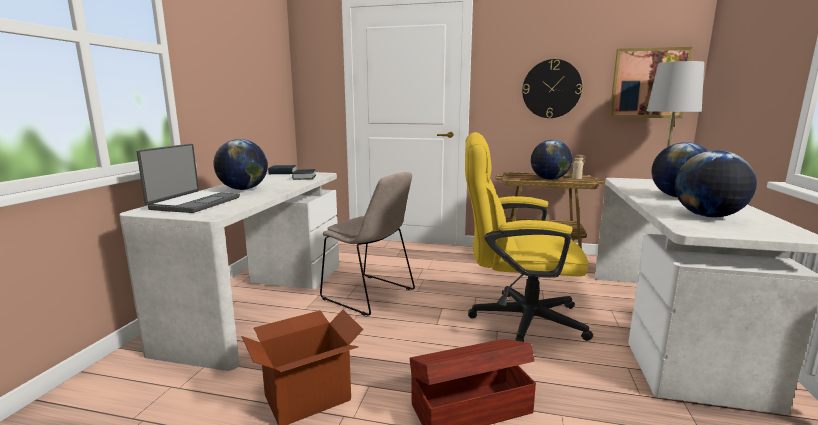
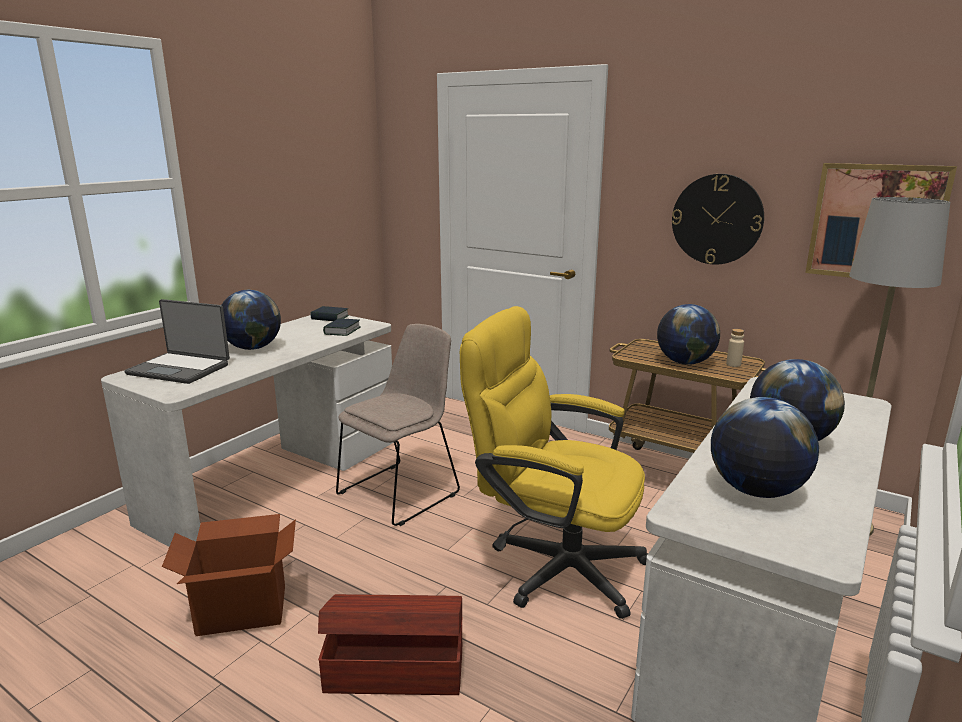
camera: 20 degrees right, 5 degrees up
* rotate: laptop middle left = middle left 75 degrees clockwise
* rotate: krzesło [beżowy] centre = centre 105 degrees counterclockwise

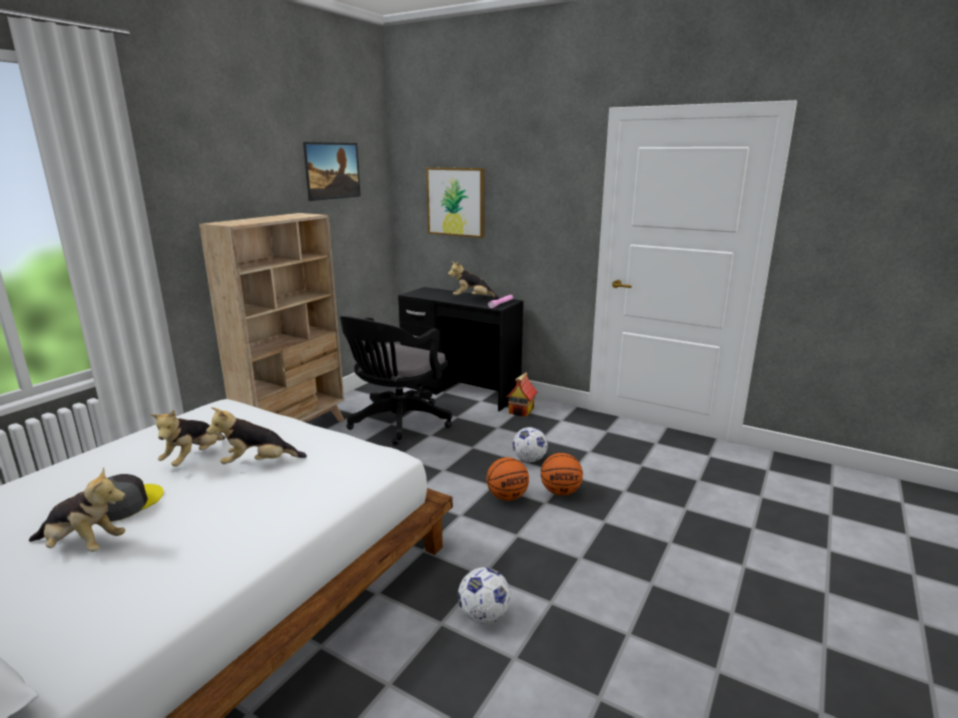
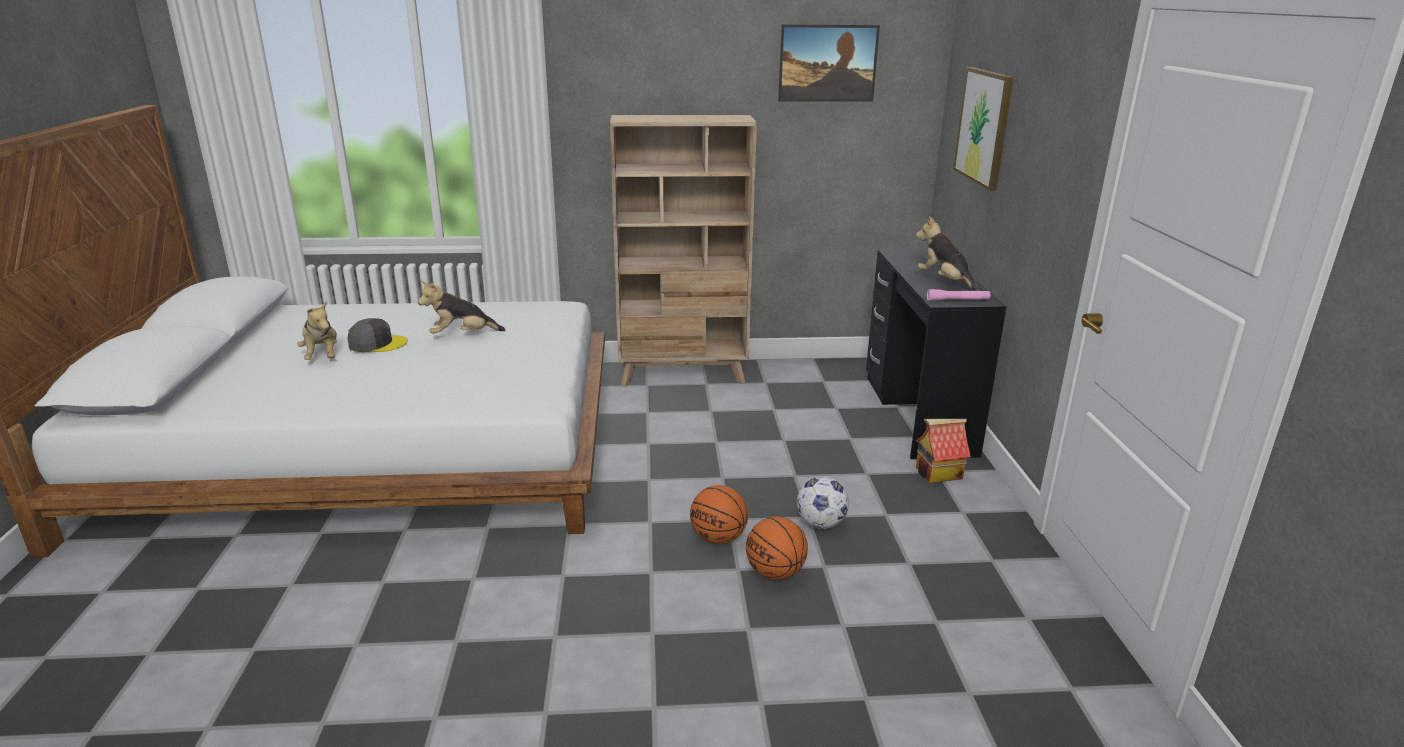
camera: 55 degrees right, 5 degrees up
* delete: pluszak (3rd from left) middle left
* delete: krzesło biurowe [czarny] centre
* delete: piłka futbolowa (1st from left) bottom centre

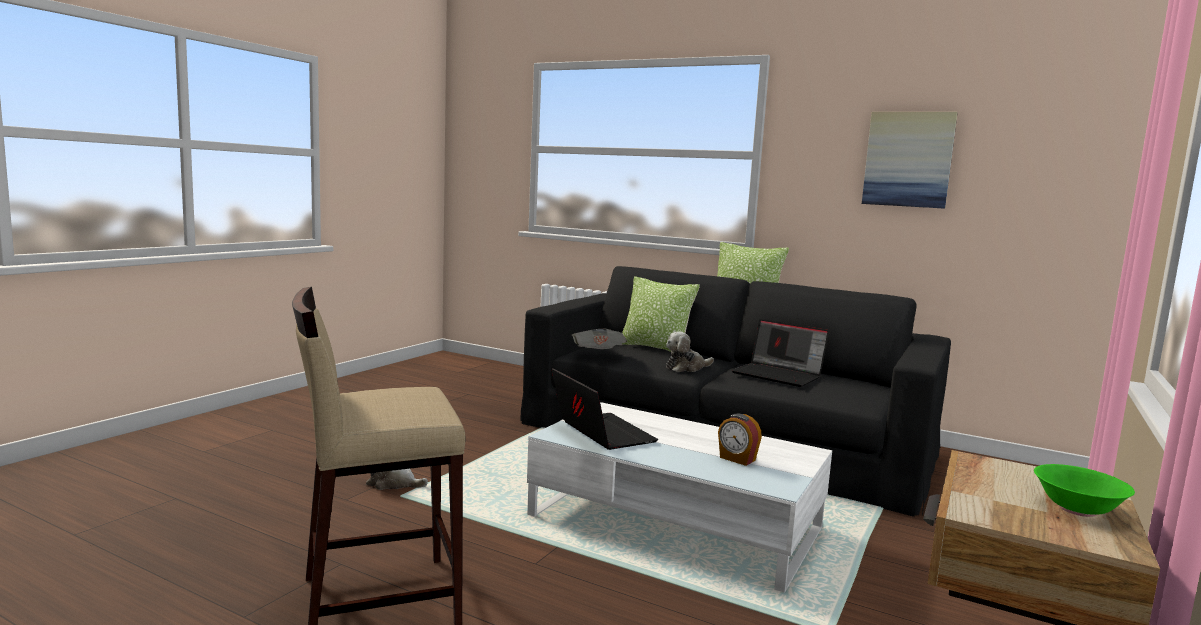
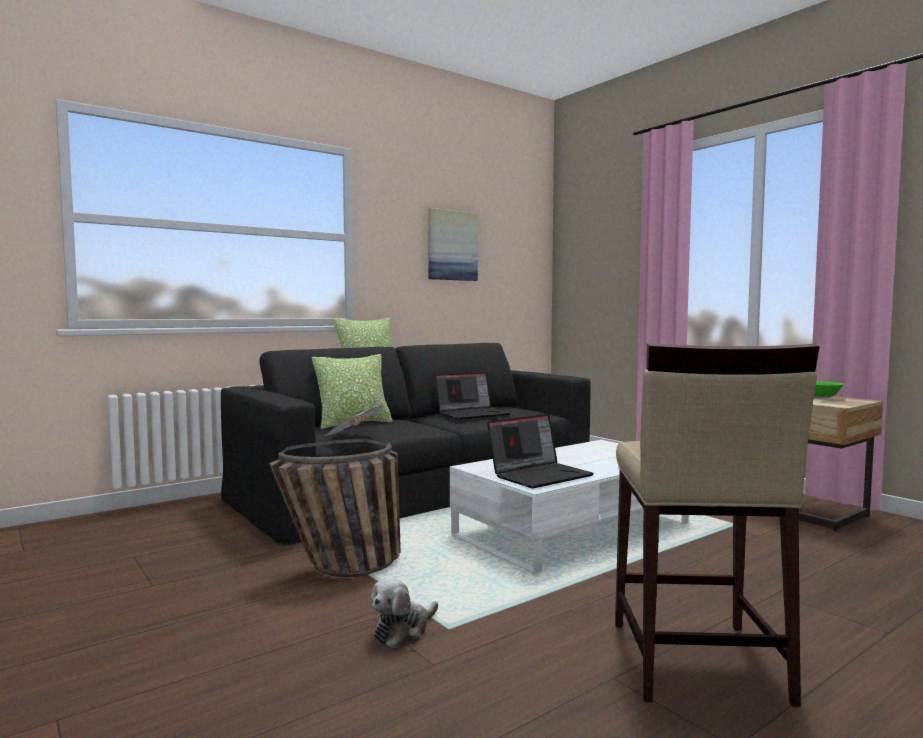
camera: 65 degrees left, 5 degrees down
* delete: pluszak (2nd from left) centre
* delete: budzik bottom centre
* insert: koszyk bottom centre
* rotate: laptop (1st from left in the first image) centre = centre 150 degrees clockwise

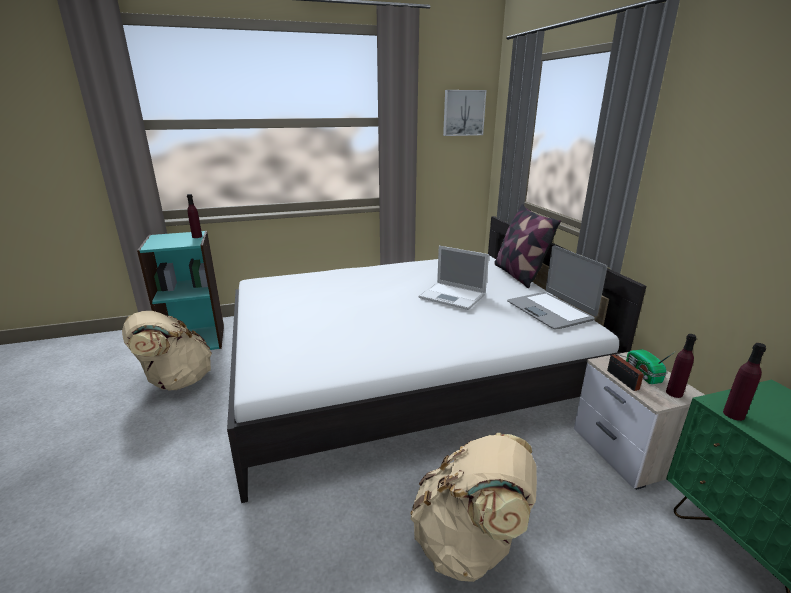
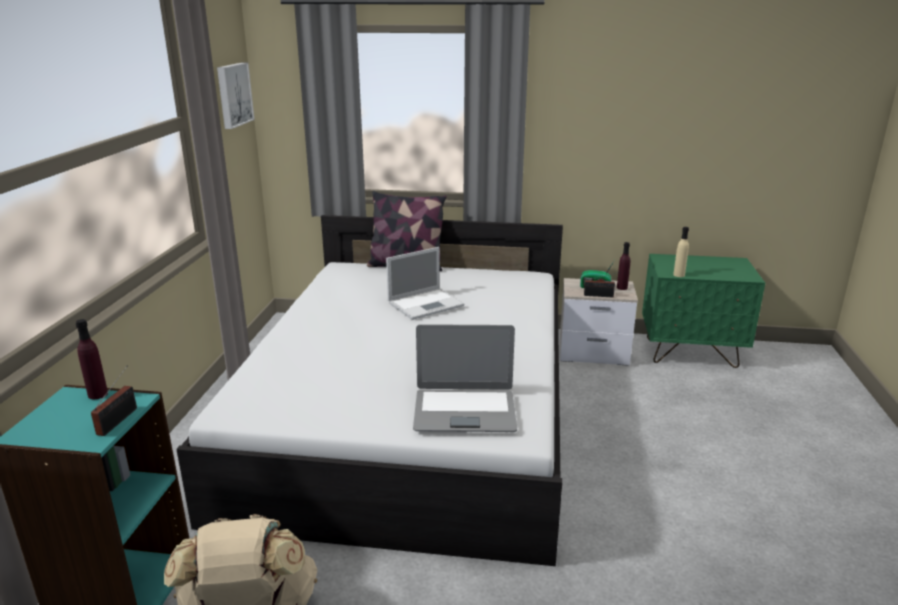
camera: 65 degrees left, 0 degrees up
* delete: plecak [beżowy] (2nd from left) bottom centre
* insert: radio (1st from left) middle left
* move: laptop (2nd from left) middle right to centre
* recolor: butelka [fioletowy] (3rd from left) middle right to butelka [beżowy] middle right

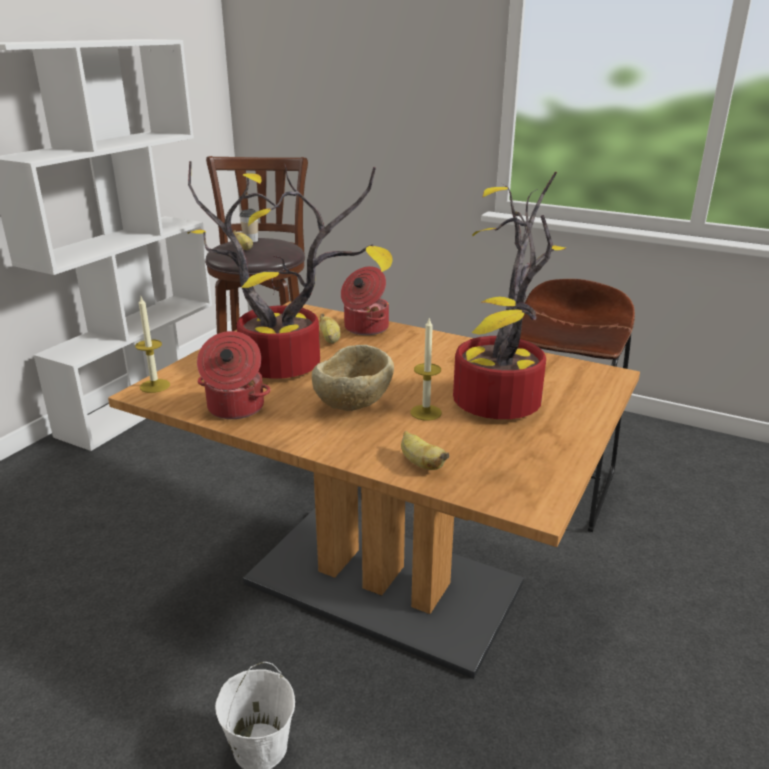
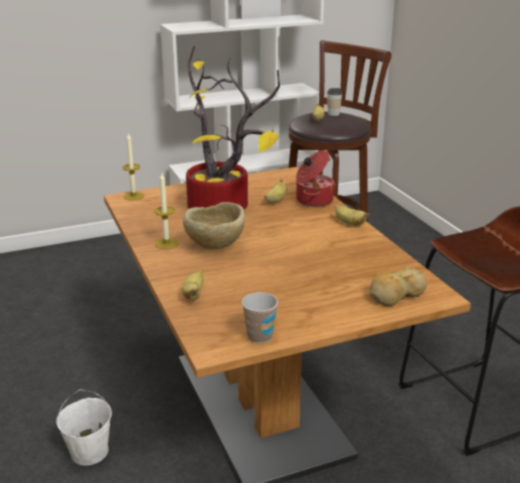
camera: 40 degrees right, 0 degrees up
* delete: garnek (1st from left) middle left
* delete: roślina doniczkowa (2nd from left) centre
* insert: filiżanka (1st from left) centre
* insert: banan (4th from left) middle right
* insert: chleb middle right
* move: świeca (2nd from left) centre to middle left

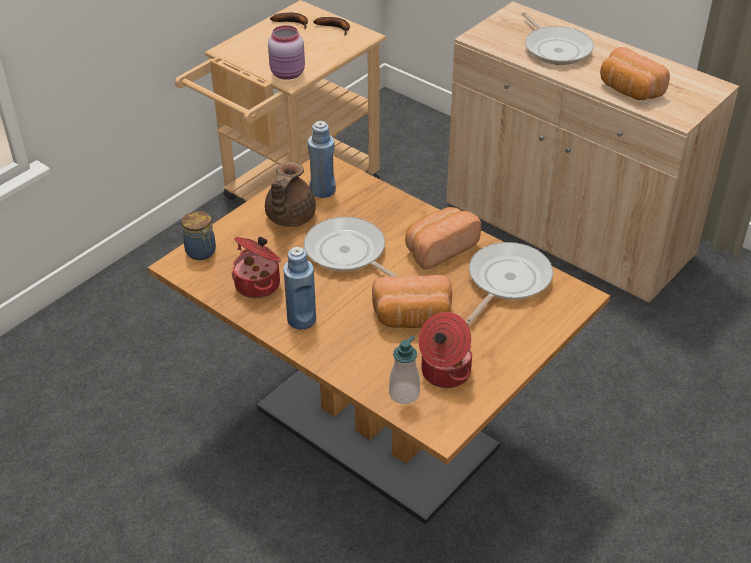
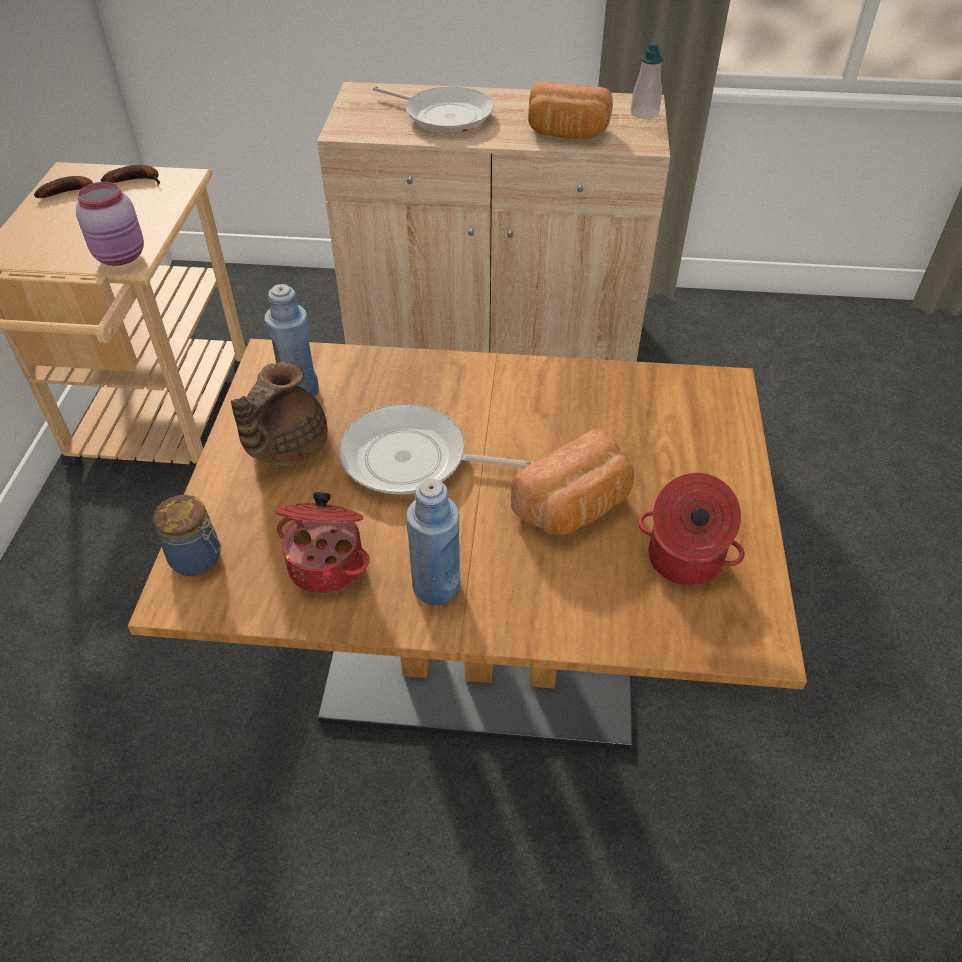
camera: 35 degrees left, 5 degrees up
* delete: chleb (2nd from left) centre
* delete: patelnia (2nd from left) middle right
* move: dozownik mydła centre to top right
* rotate: imbryk [brązowy] centre = middle left 45 degrees clockwise

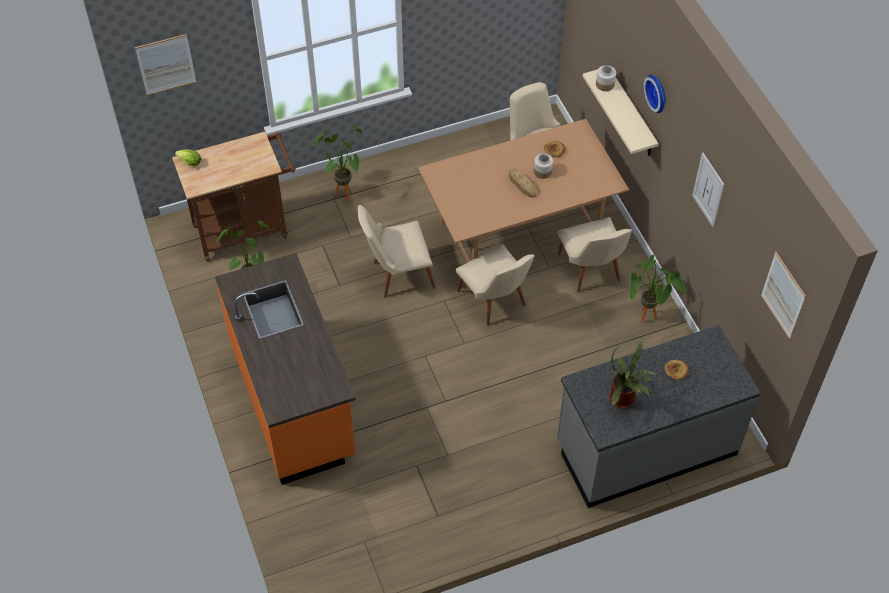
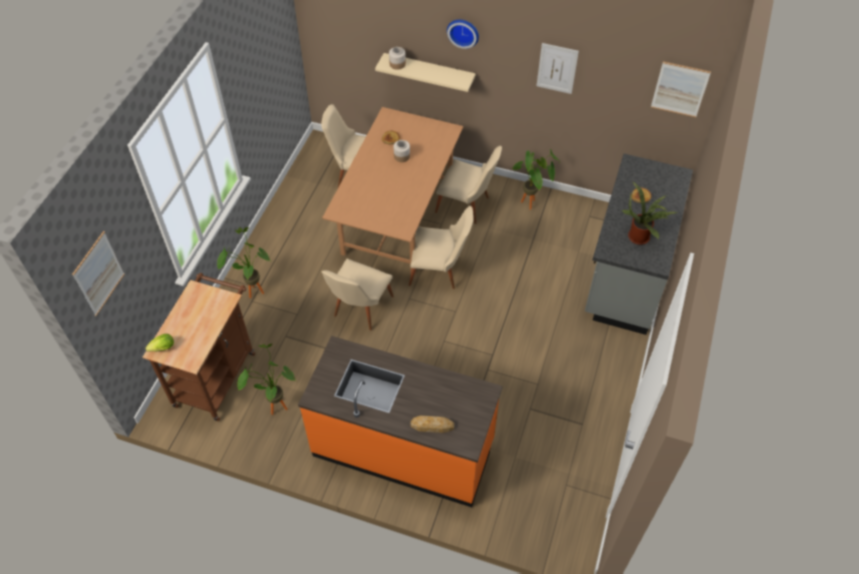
camera: 50 degrees left, 0 degrees up
* move: chleb (1st from left in the first image) top centre to chleb (2nd from left) bottom centre

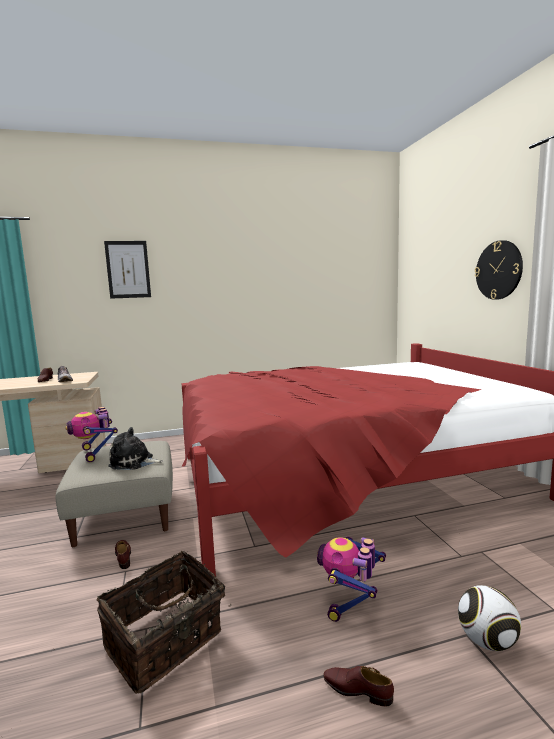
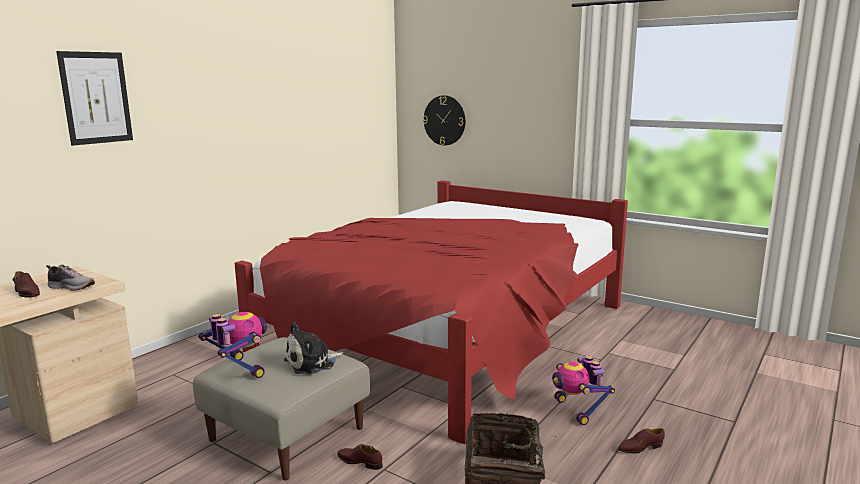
camera: 40 degrees left, 5 degrees up
* delete: piłka futbolowa bottom right
* move: zegar ścienny middle right to top centre
* rotate: robot zabawkowy (1st from left) middle left = bottom left 150 degrees counterclockwise

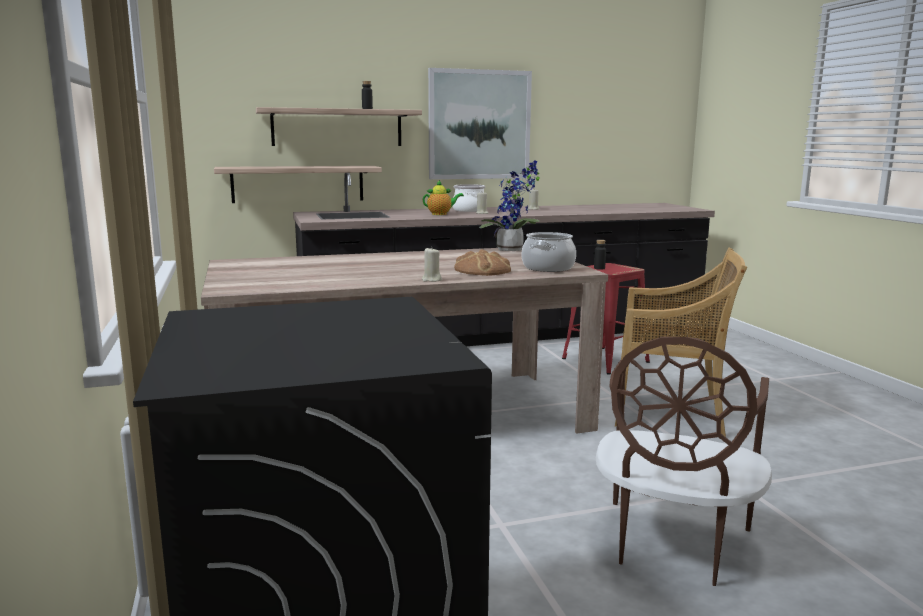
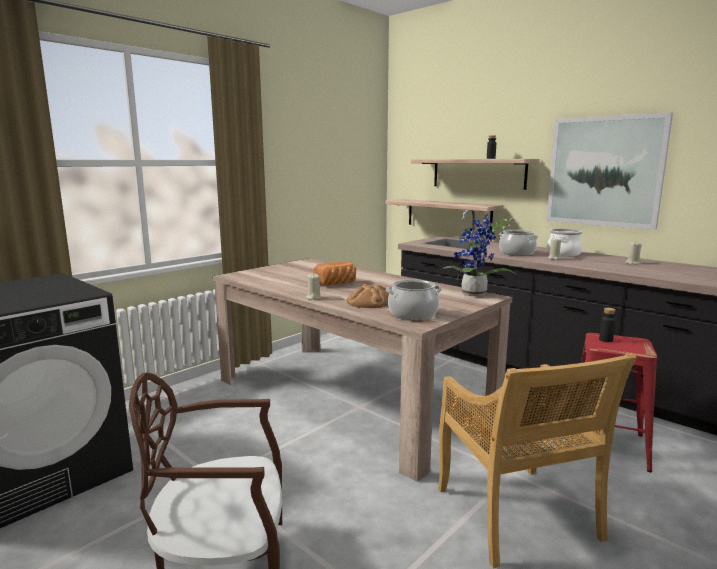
camera: 60 degrees right, 0 degrees up
* insert: chleb (1st from left) centre
* replace: imbryk top centre to garnek (2nd from left) middle right

